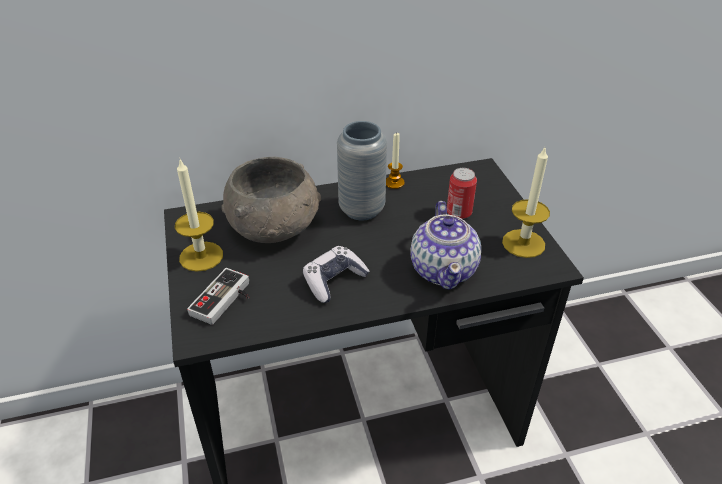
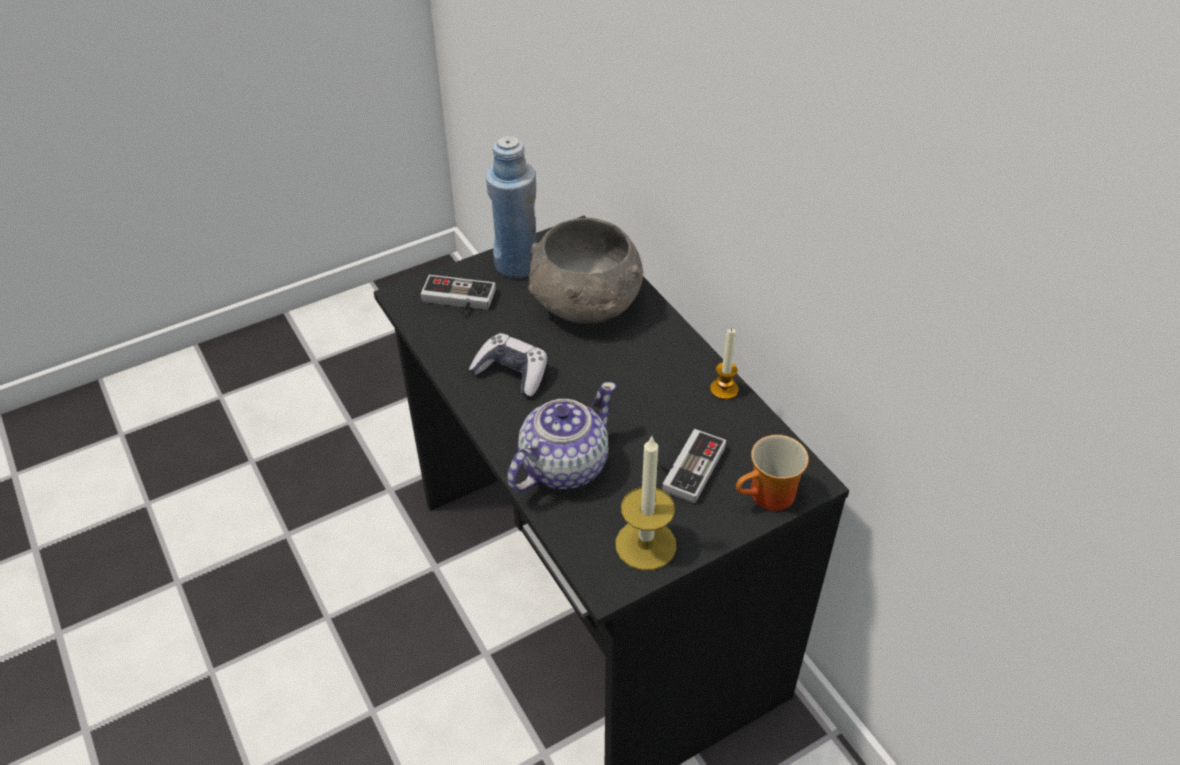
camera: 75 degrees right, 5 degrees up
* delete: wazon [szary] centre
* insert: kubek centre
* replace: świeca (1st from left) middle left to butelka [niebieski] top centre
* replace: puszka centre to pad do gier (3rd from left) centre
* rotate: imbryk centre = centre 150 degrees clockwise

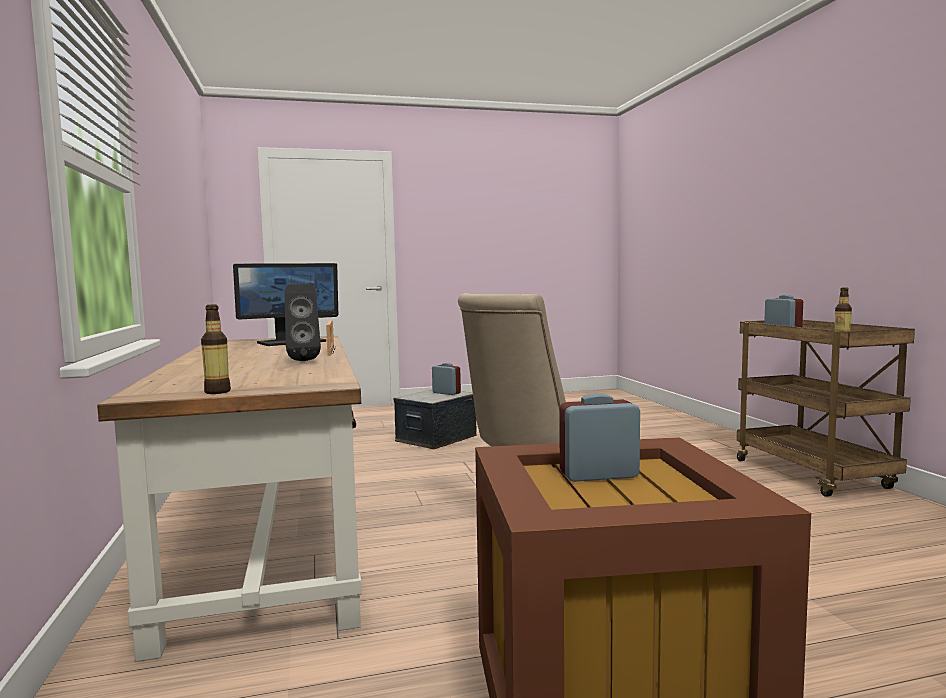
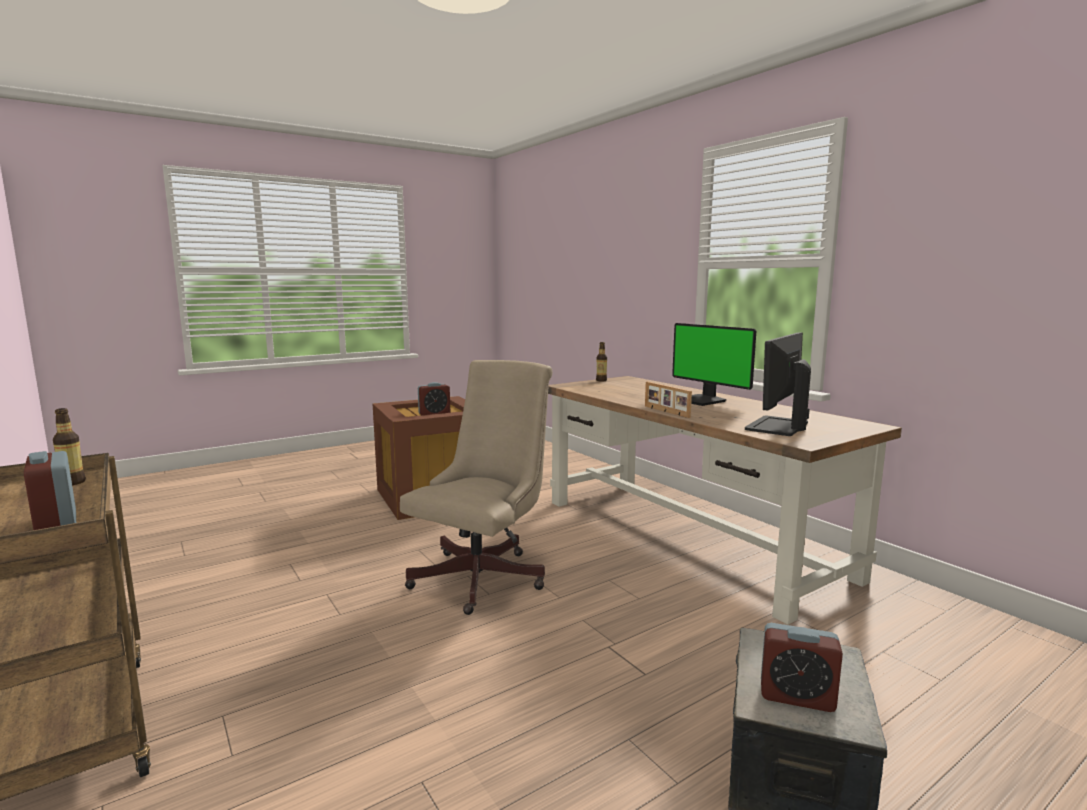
camera: 160 degrees right, 5 degrees up
* delete: głośnik [czarny] middle left
* insert: monitor (1st from left) centre

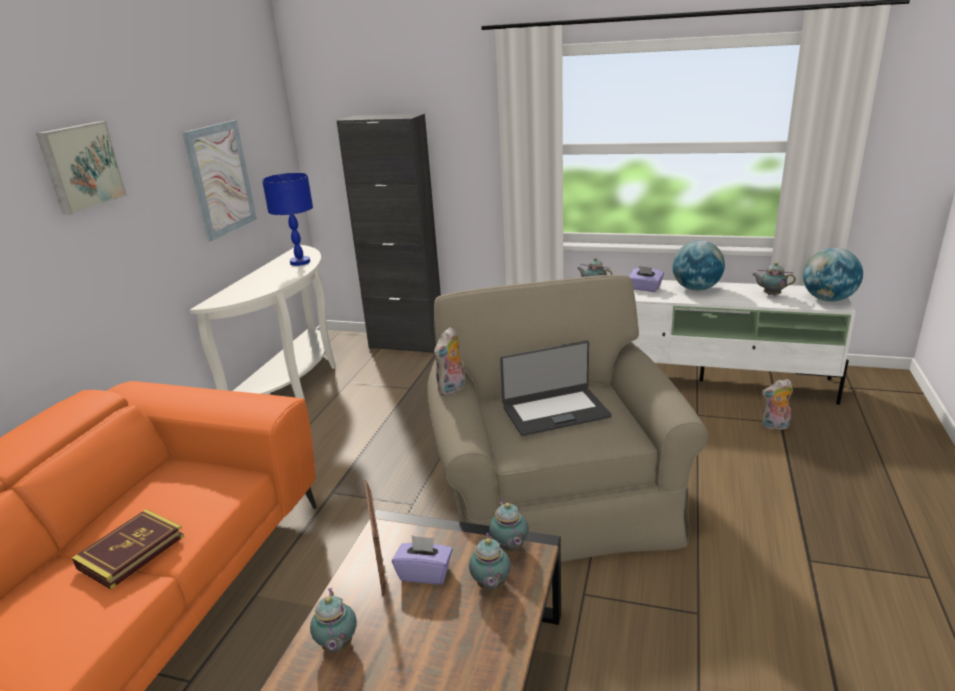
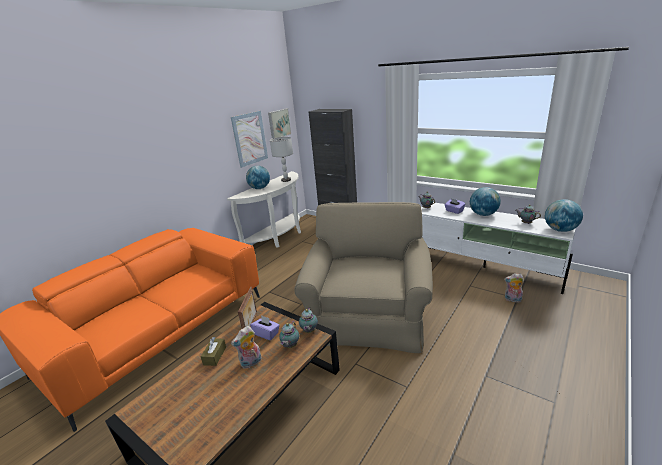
camera: 20 degrees right, 0 degrees up
* delete: książka bottom left
* delete: laptop centre
* insert: globus (1st from left) centre
* move: obraz (1st from left in the first image) top left to obraz (2nd from left) top centre
* move: pluszak (1st from left) centre to bottom centre
* replace: imbryk (1st from left) bottom centre to pudełko chusteczek [brązowy] bottom left
* recolor: lampa stołowa [niebieski] top left to lampa stołowa [szary] centre

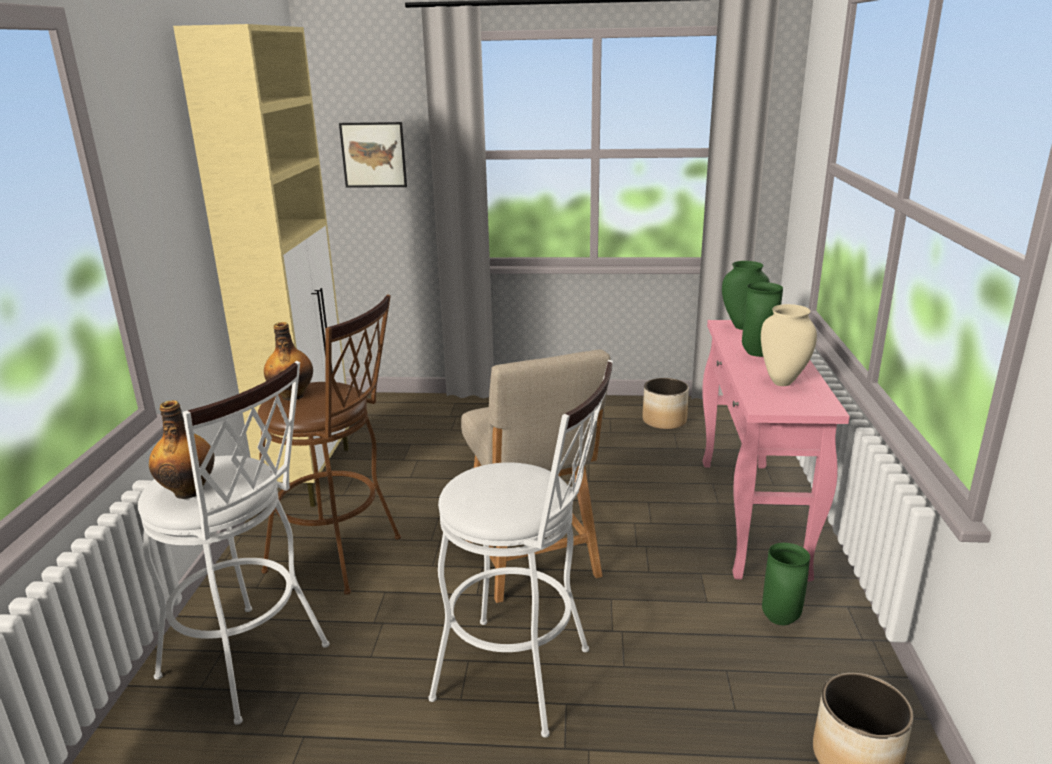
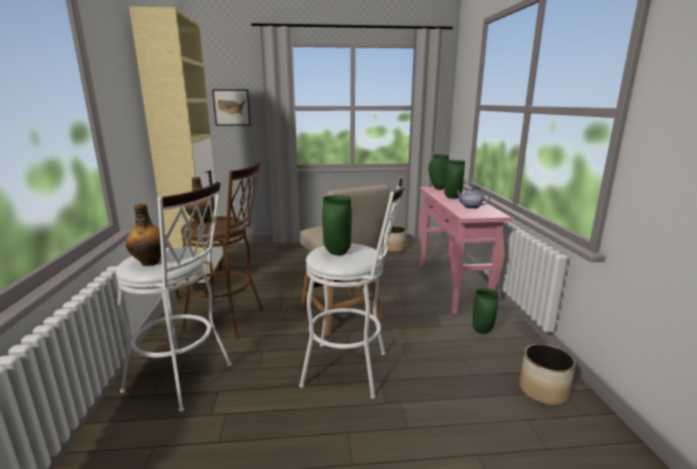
camera: 10 degrees left, 5 degrees down
* insert: wazon [zielony] (1st from left) centre
* replace: wazon [beżowy] middle right to imbryk middle right

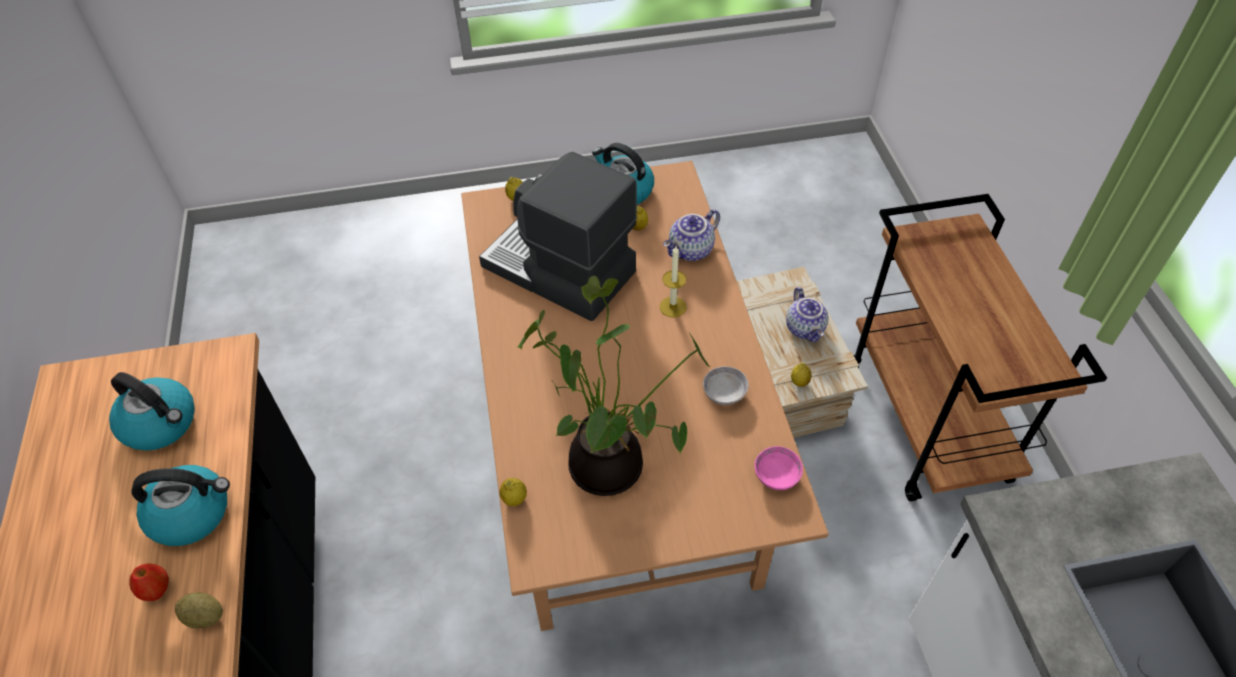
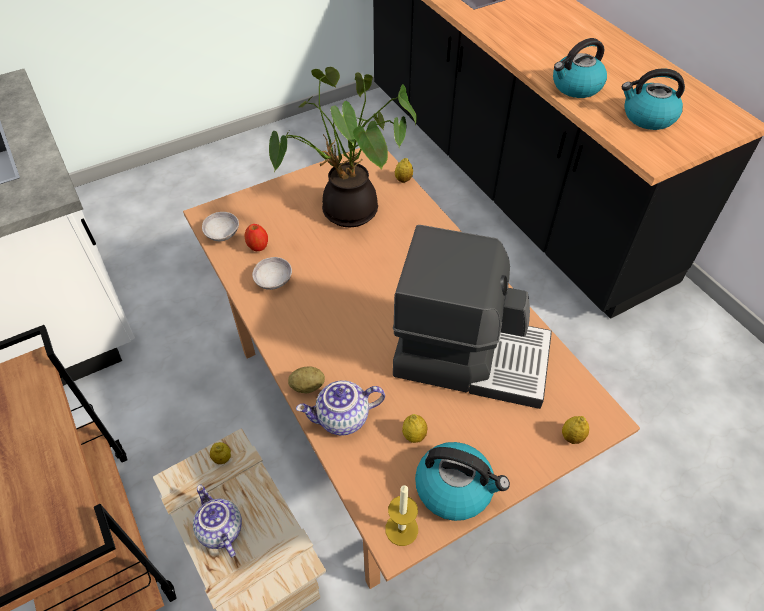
camera: 160 degrees right, 0 degrees up
* move: jabłko bottom left to centre
* move: ziemniak bottom left to centre
* move: świeca centre to bottom centre
* recolor: miska [różowy] bottom centre to miska [szary] (1st from left) middle left
* rotate: imbryk (1st from left in the first image) centre = bottom centre 135 degrees counterclockwise

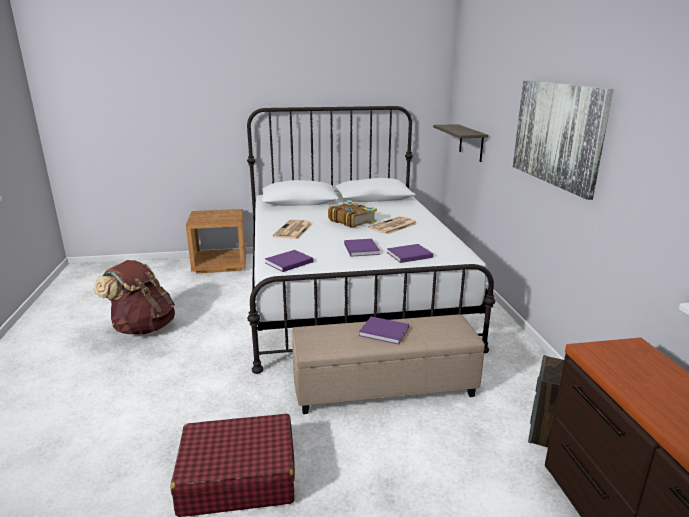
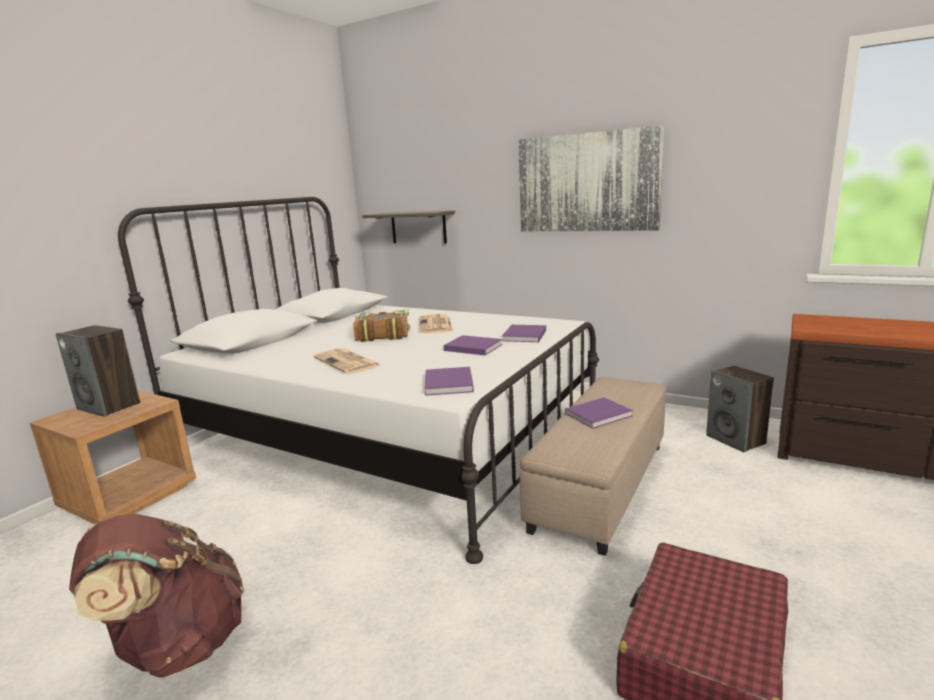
camera: 50 degrees left, 5 degrees down
* insert: głośnik (1st from left) middle left

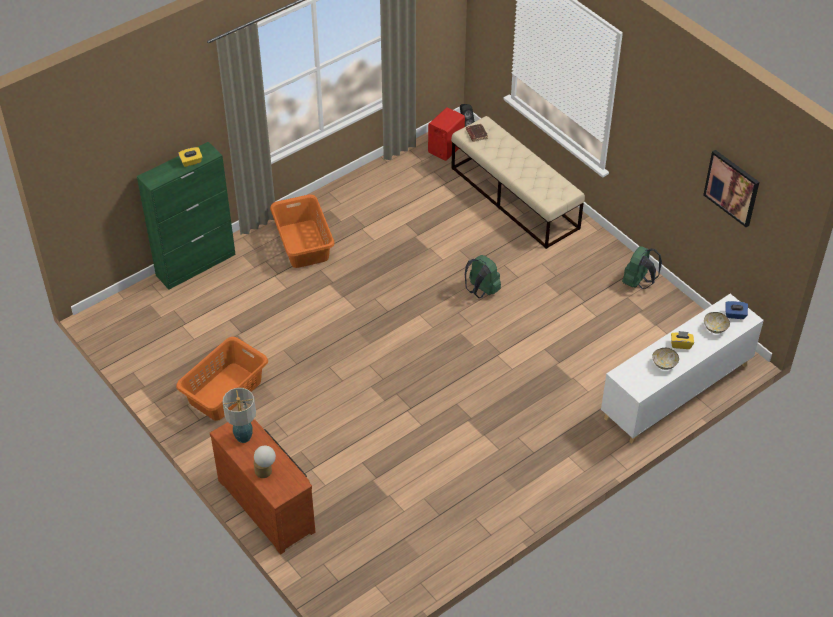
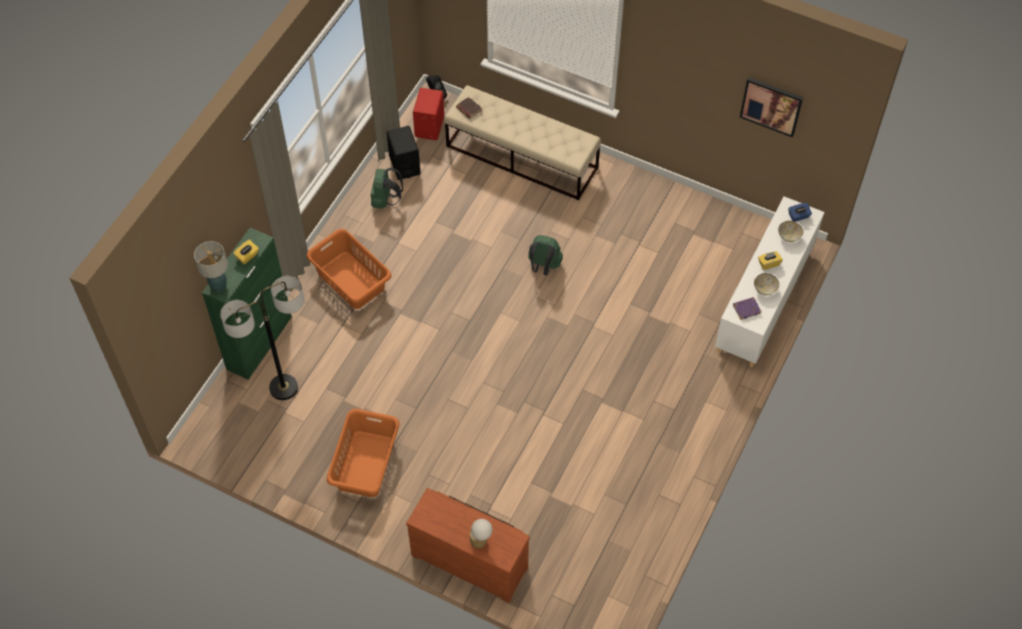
camera: 25 degrees left, 10 degrees up
* insert: lampa stojąca middle left
* insert: głośnik [czarny] (1st from left) top centre
* insert: książka [fioletowy] middle right
* move: lampa stołowa (1st from left) bottom left to middle left
* move: plecak [zielony] (2nd from left in the first image) middle right to plecak [zielony] (1st from left) top centre

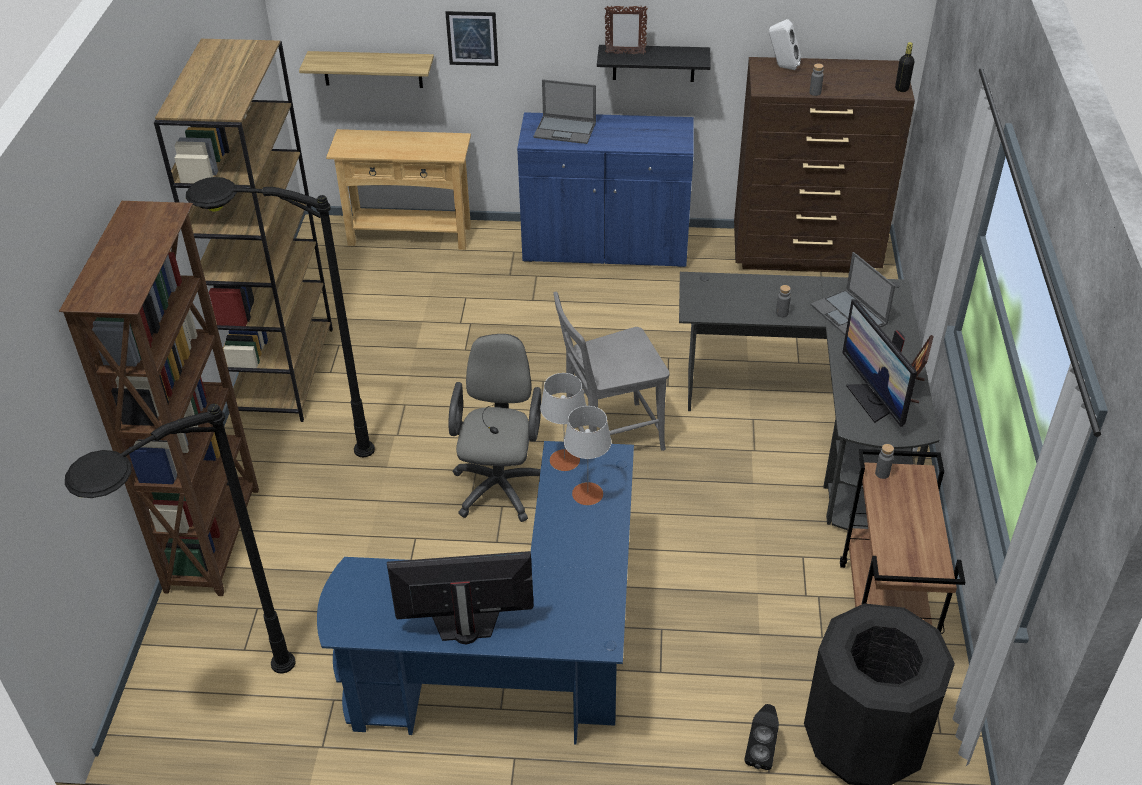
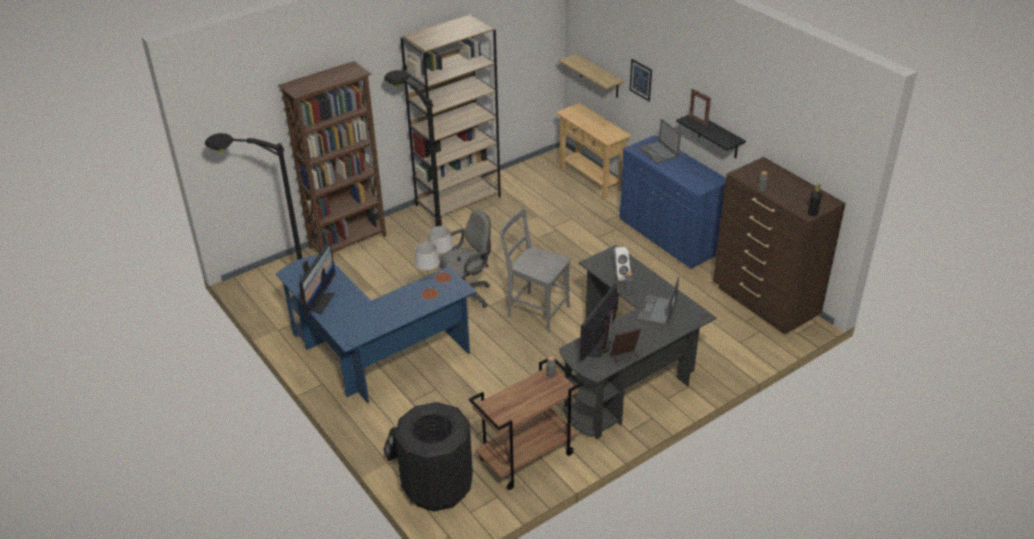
camera: 50 degrees right, 5 degrees down
* move: głośnik [biały] top right to centre
* rotate: monitor (1st from left) bottom centre = middle left 60 degrees clockwise

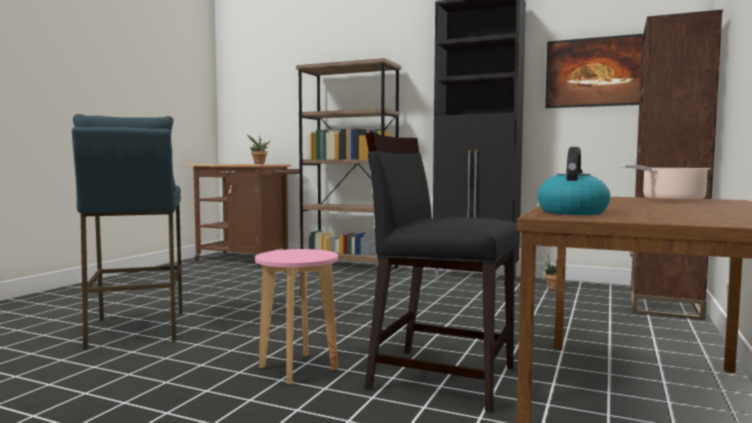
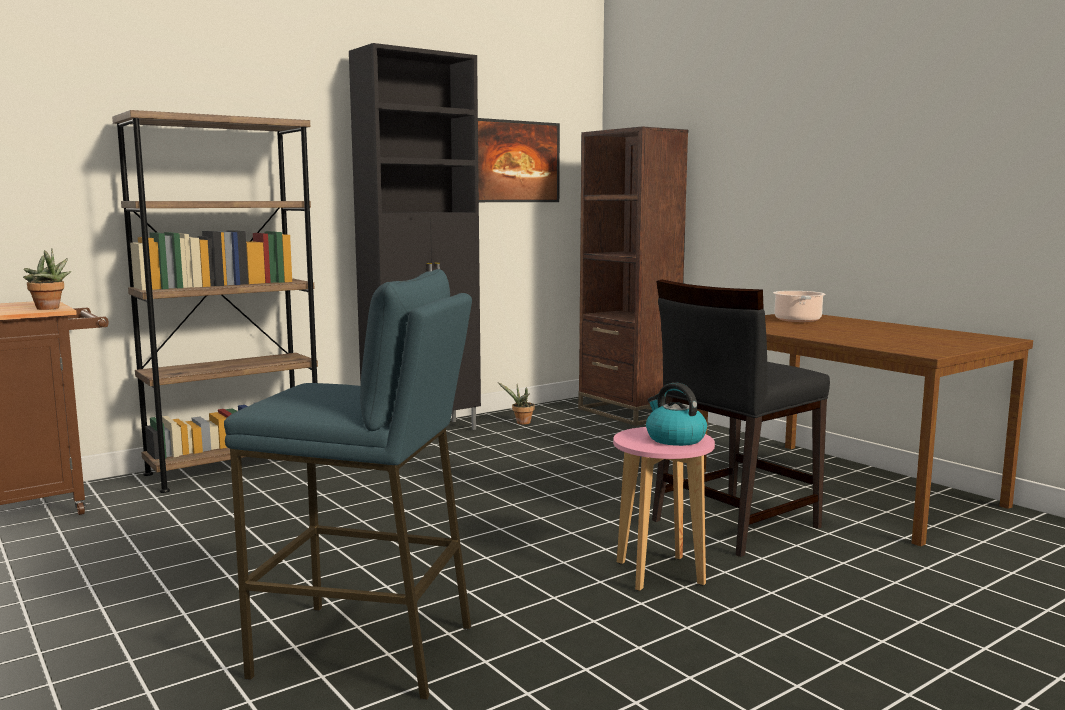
camera: 60 degrees left, 5 degrees up
* move: czajnik middle right to centre

